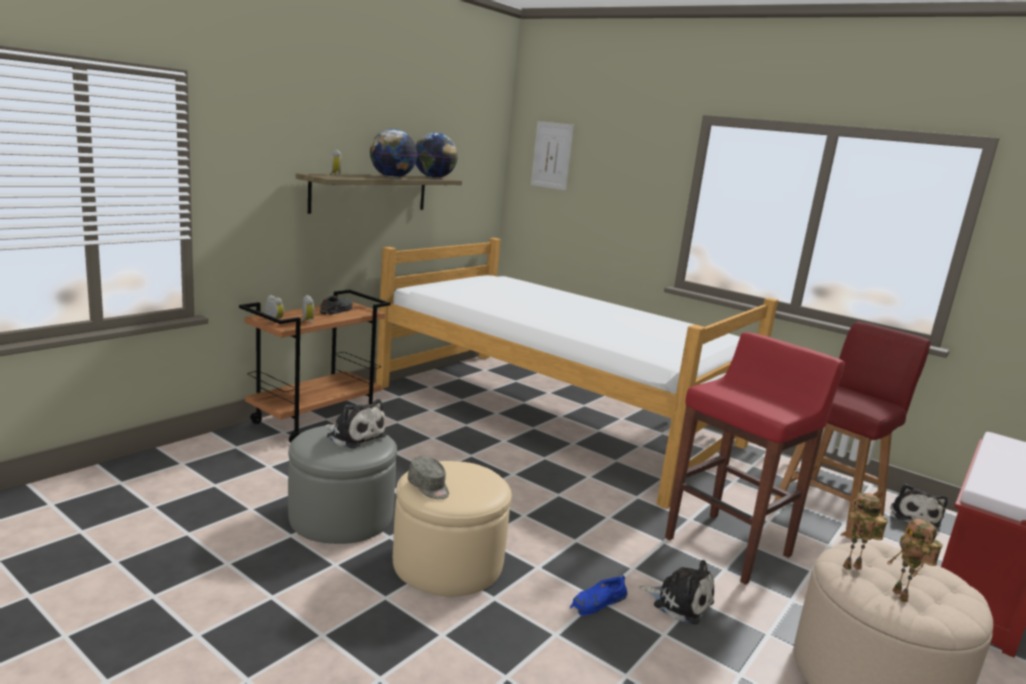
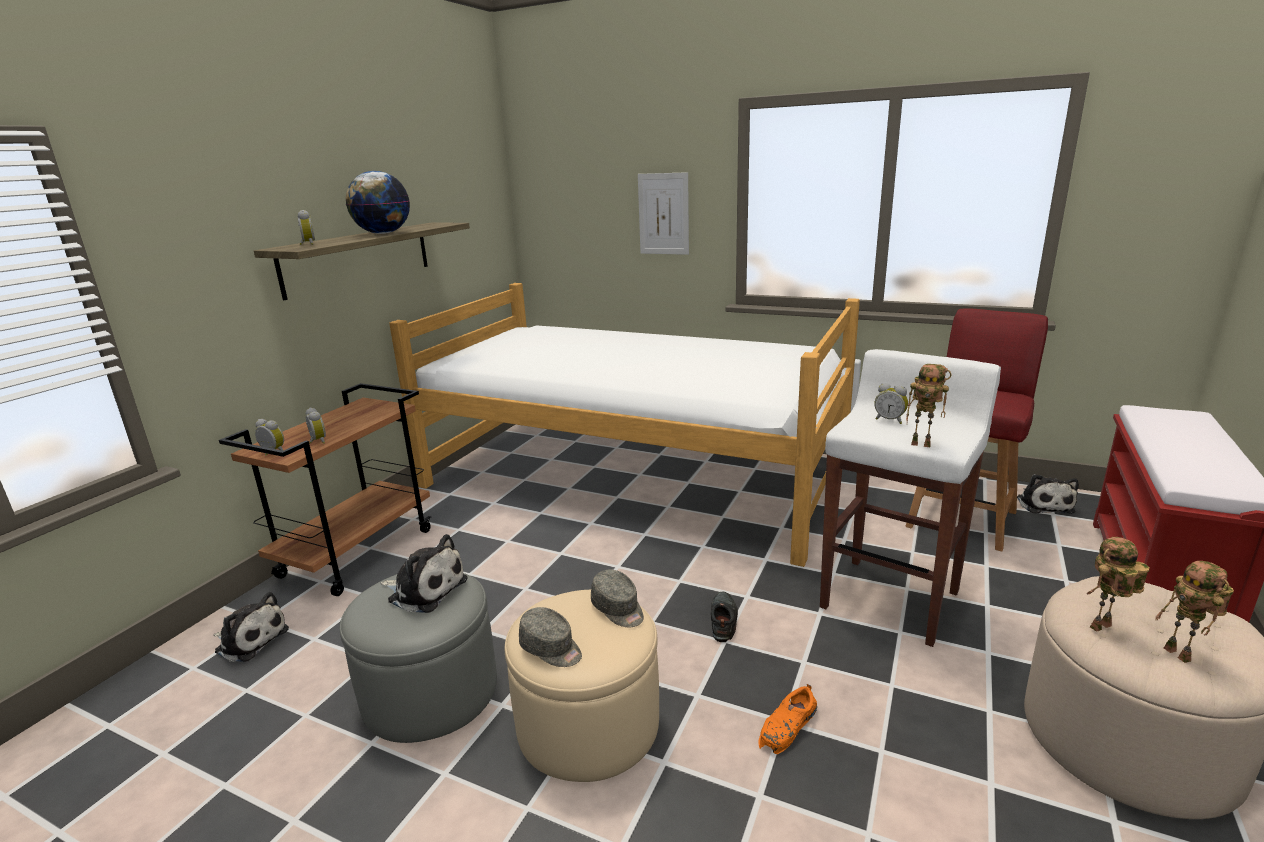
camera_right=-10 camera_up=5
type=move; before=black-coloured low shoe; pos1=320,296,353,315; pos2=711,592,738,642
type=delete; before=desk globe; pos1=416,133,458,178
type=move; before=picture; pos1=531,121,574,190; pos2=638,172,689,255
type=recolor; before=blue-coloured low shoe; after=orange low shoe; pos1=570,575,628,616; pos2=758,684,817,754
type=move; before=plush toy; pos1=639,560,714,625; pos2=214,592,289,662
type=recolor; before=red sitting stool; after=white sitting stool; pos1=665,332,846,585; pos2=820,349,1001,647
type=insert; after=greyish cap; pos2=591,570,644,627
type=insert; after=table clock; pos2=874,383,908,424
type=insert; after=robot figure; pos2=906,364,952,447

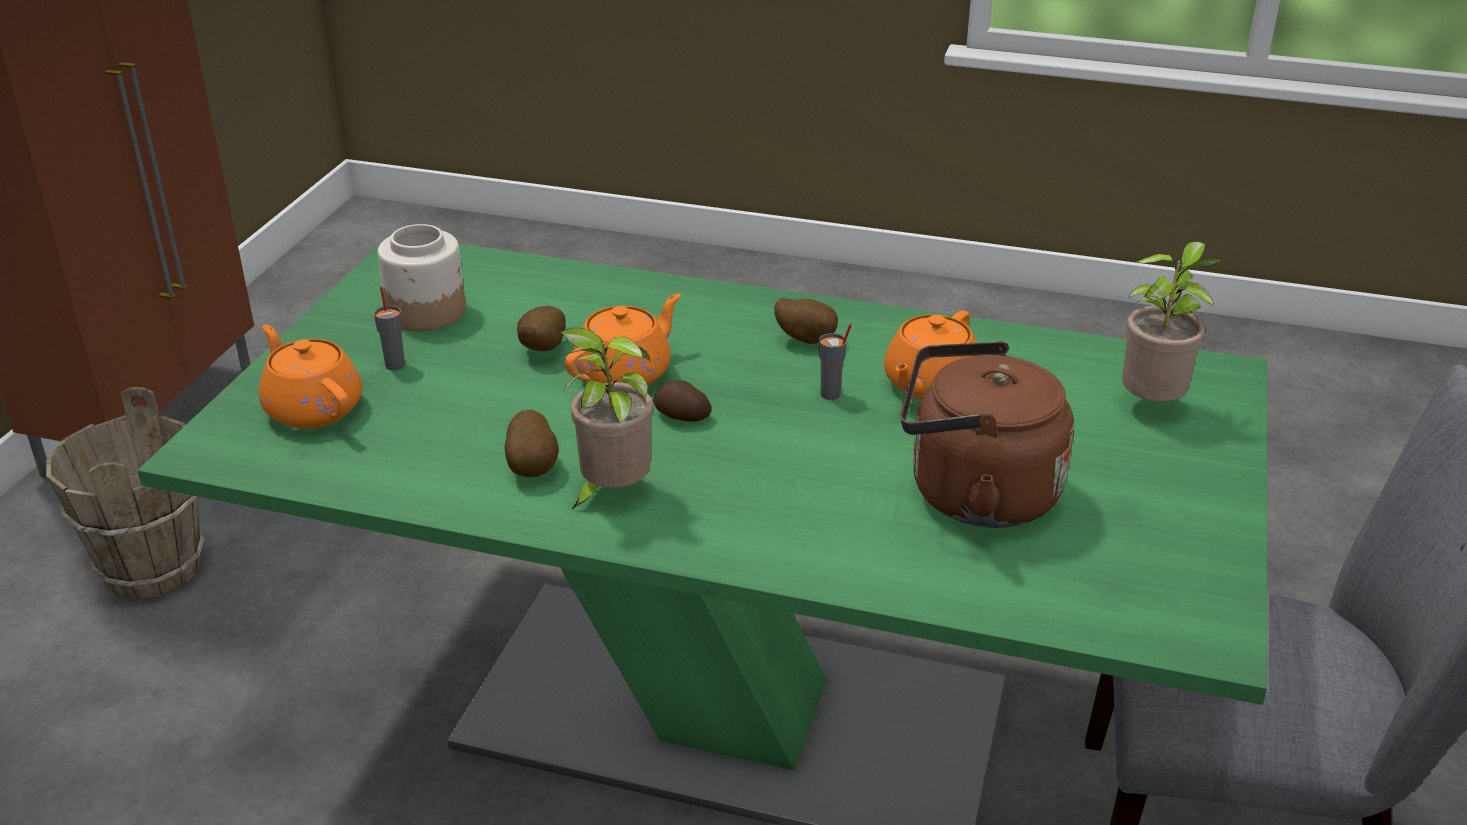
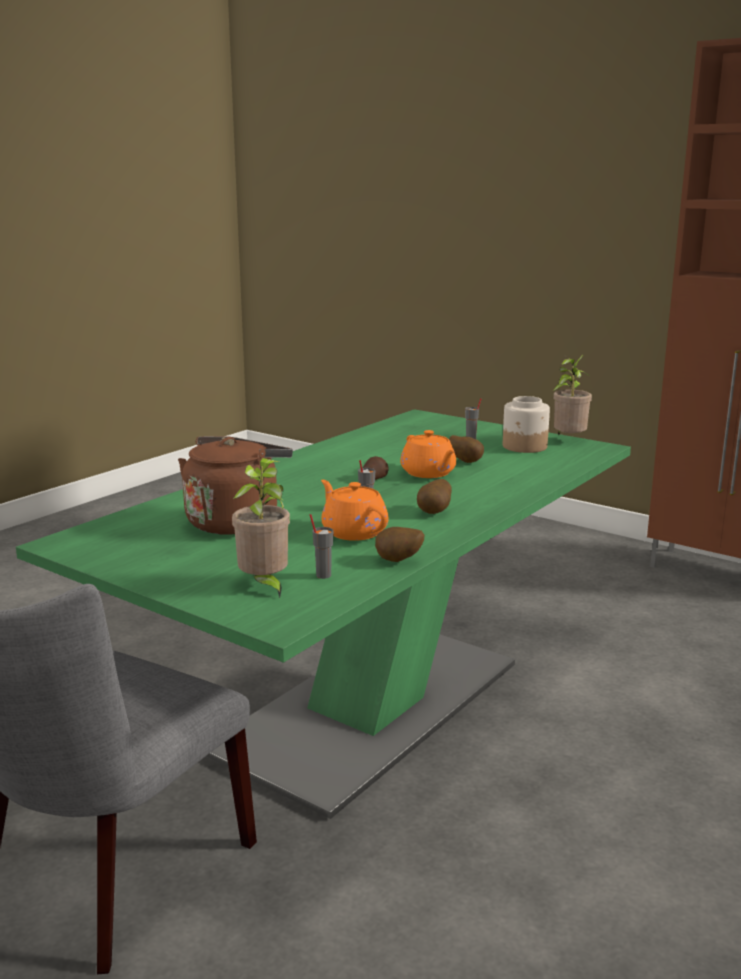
camera_right=110 camera_up=-15
type=delete; before=brown-coloured pail; pos1=46,387,205,599
type=delete; before=orange teapot; pos1=259,325,362,429
type=move; before=potato; pos1=505,410,559,477; pos2=375,527,424,562
type=move; before=potted plant; pos1=555,328,653,510; pos2=553,355,592,435
type=insert; after=greyish cup; pos2=310,514,334,579

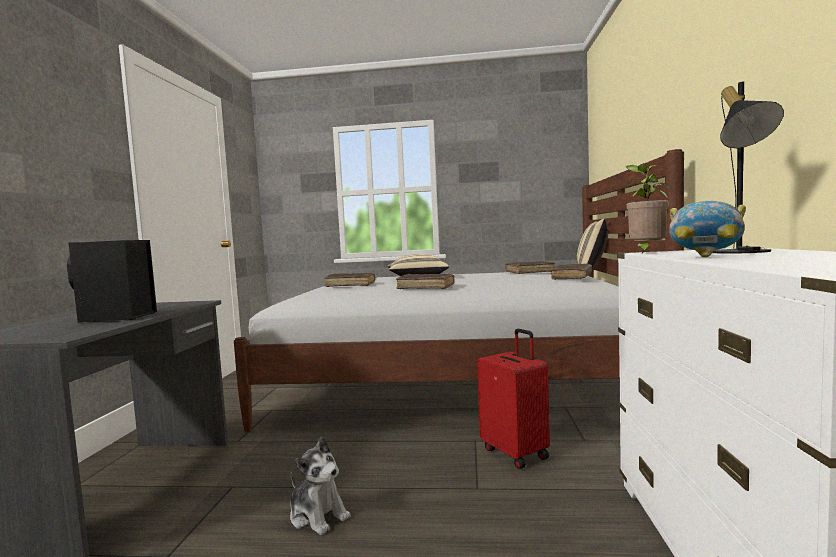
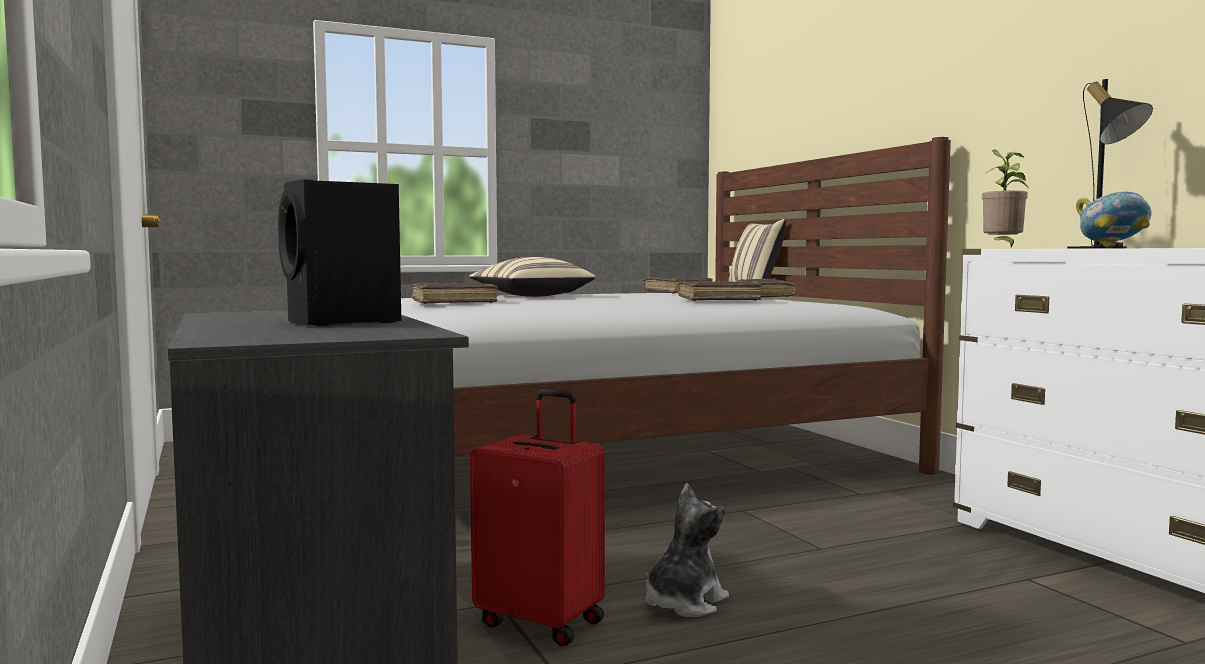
camera_right=-30 camera_up=0
type=rotate; before=plush toy; pos1=290,436,351,535; pos2=646,483,729,617; turn=-60
type=move; before=brown-coloured book; pos1=396,274,454,289; pos2=678,281,762,301
type=move; before=red piece of luggage; pos1=477,329,550,469; pos2=470,389,605,646

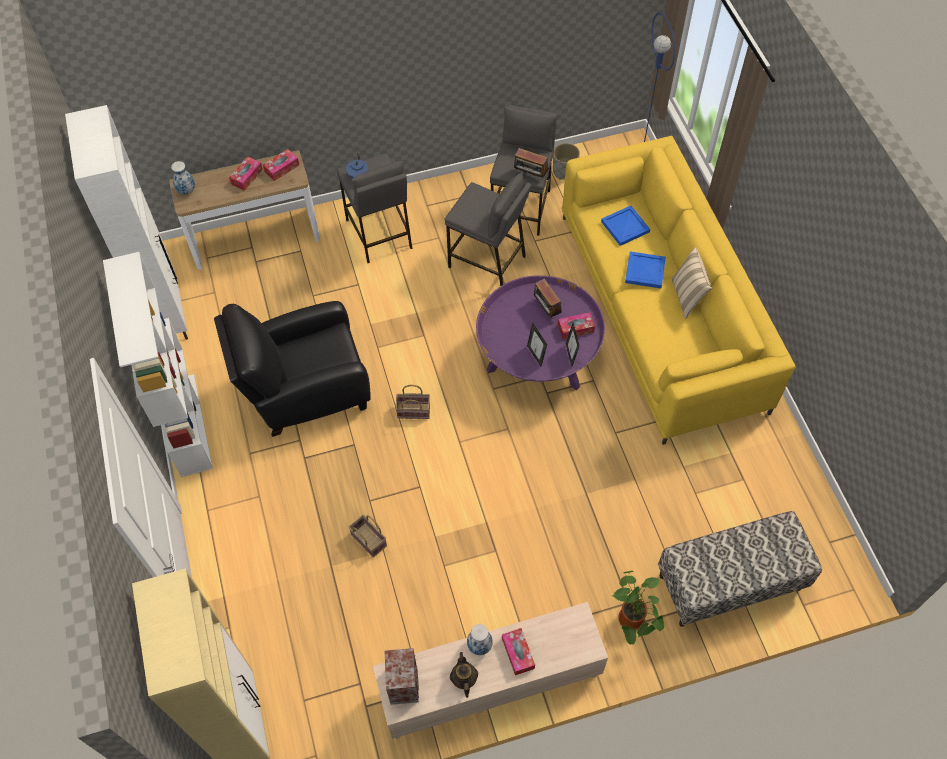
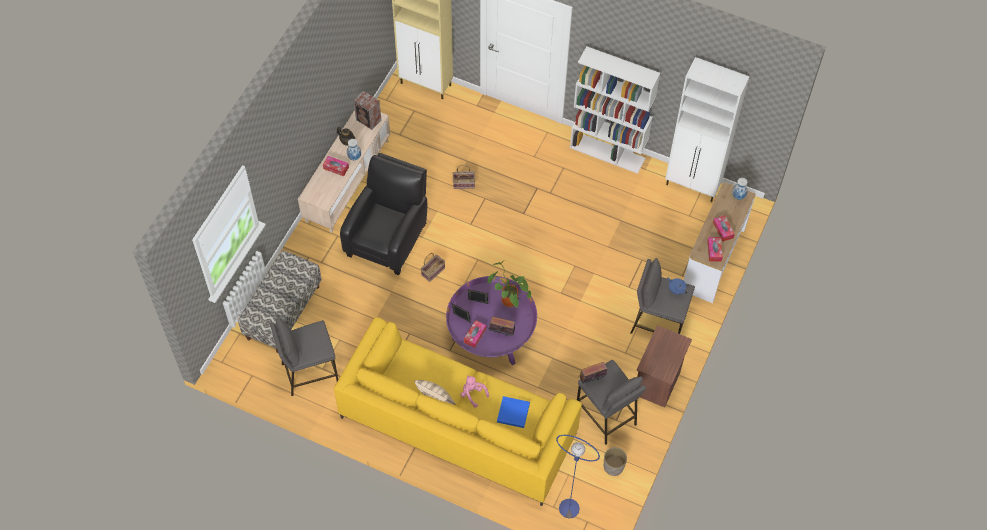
camera_right=130 camera_up=0
type=move; before=black-coloured lounge chair; pos1=214,301,371,437; pos2=340,153,427,275
type=move; before=basket; pos1=396,385,430,419; pos2=421,253,445,282
type=move; before=greyish sitting stool; pos1=444,173,531,286; pos2=270,317,338,396
type=move; before=potted plant; pos1=612,571,664,645; pos2=487,261,531,307
type=replace; before=blue-coloured tray; after=pink-coloured plush toy; pos1=625,251,666,288; pos2=461,375,489,408
type=insert; after=brown-coloured nightstand; pos2=636,325,692,408

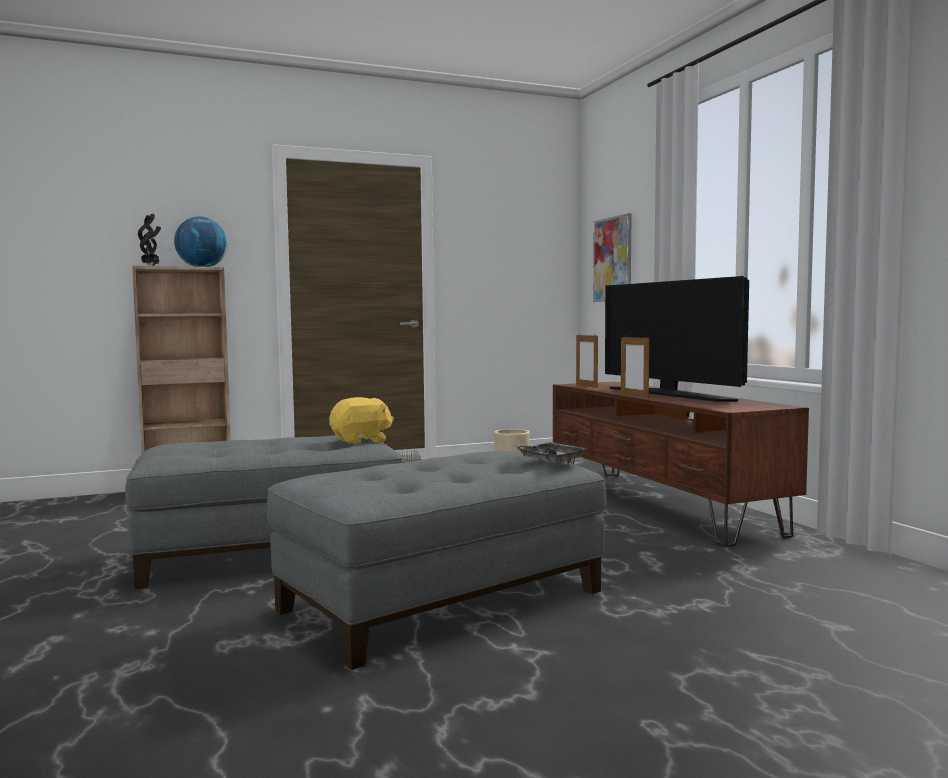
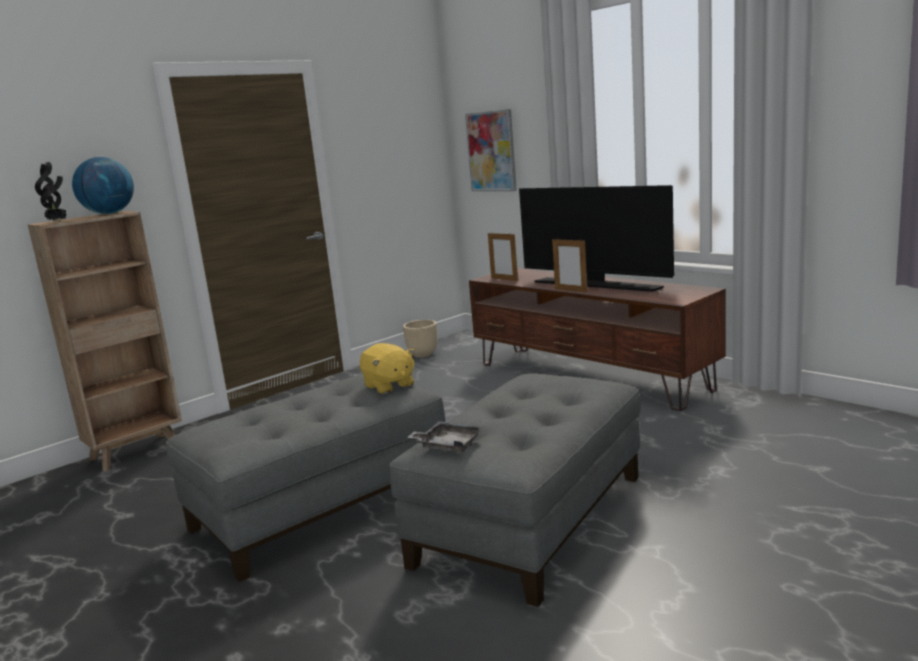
camera_right=-20 camera_up=10
type=rotate; before=yellow-coloured plush toy; pos1=329,397,394,445; pos2=360,343,415,394; turn=105
type=move; before=greyish tray; pos1=514,442,586,463; pos2=407,421,483,453

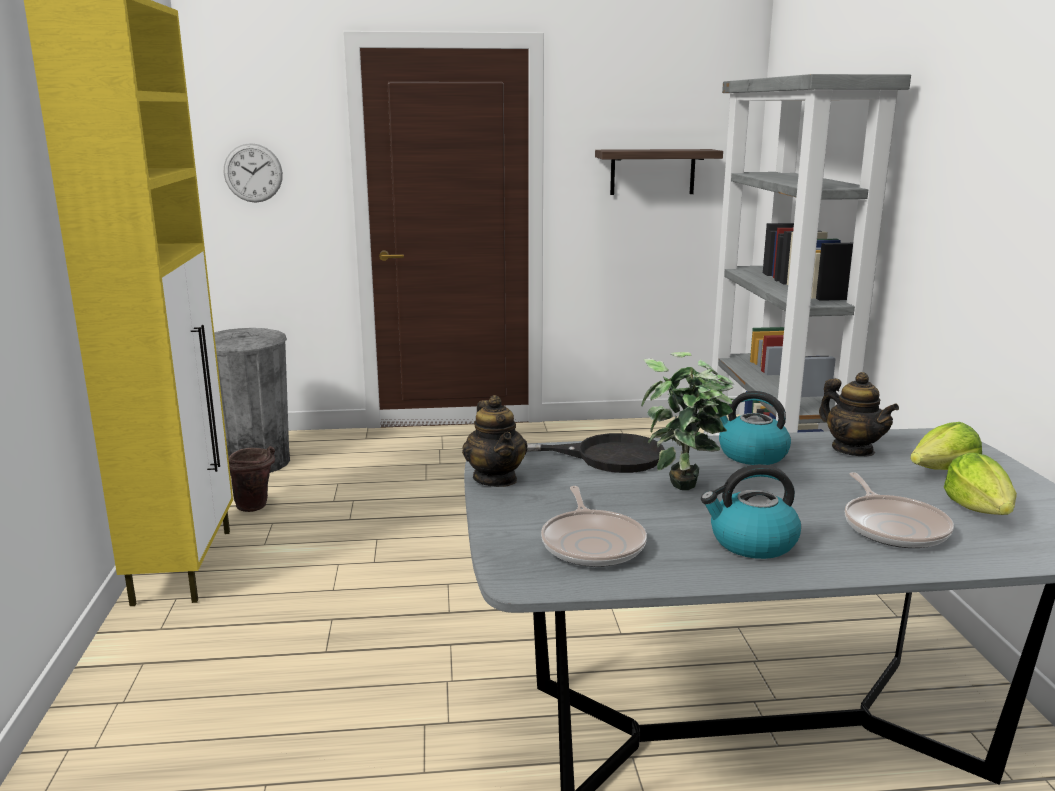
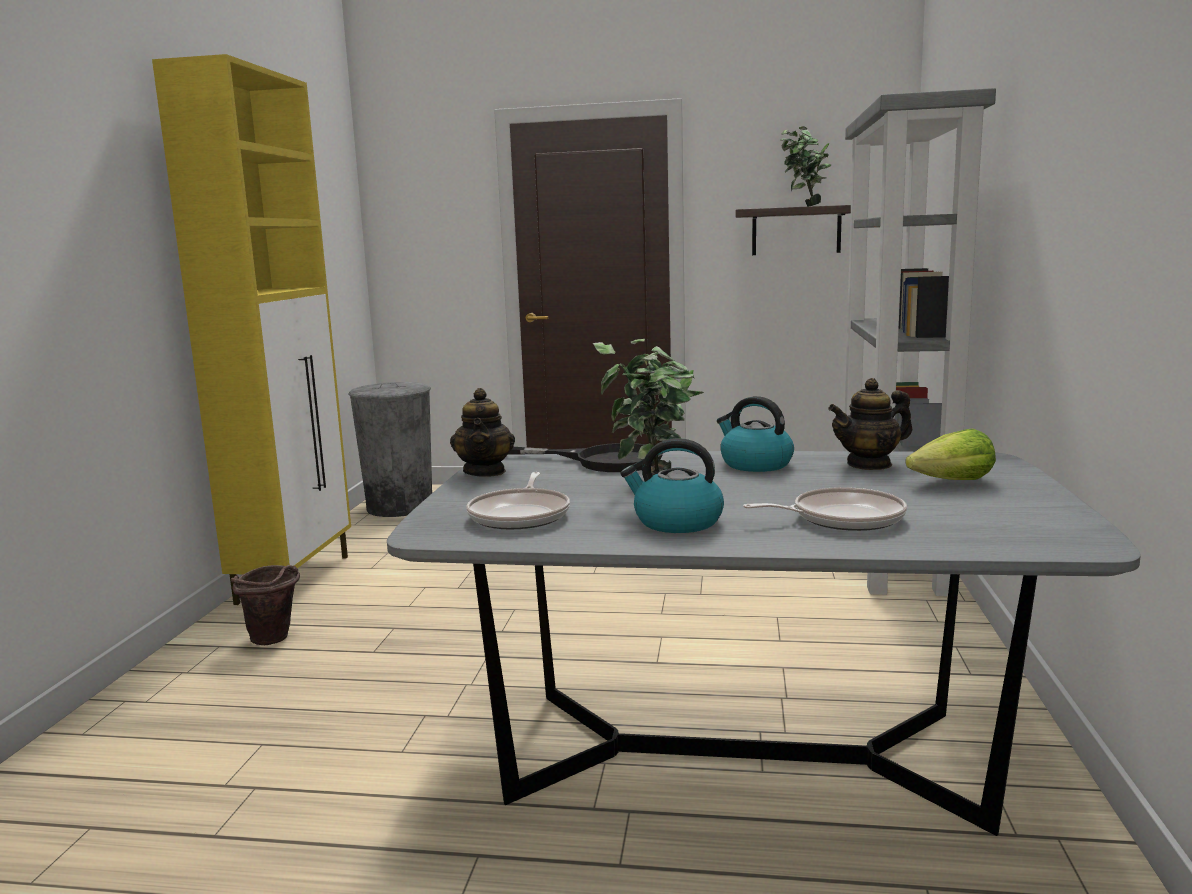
camera_right=15 camera_up=-5
type=delete; before=wall clock; pos1=224,143,283,203
type=move; before=brown-coloured pail; pos1=228,446,275,512; pos2=231,565,300,645
type=rotate; before=teapot; pos1=819,372,899,456; pos2=828,378,912,470; turn=90
type=rotate; before=skillet; pos1=845,472,954,548; pos2=743,487,907,531; turn=-105
type=delete; before=lettuce head; pos1=944,453,1017,515
type=insert; after=potted plant; pos2=781,126,831,207

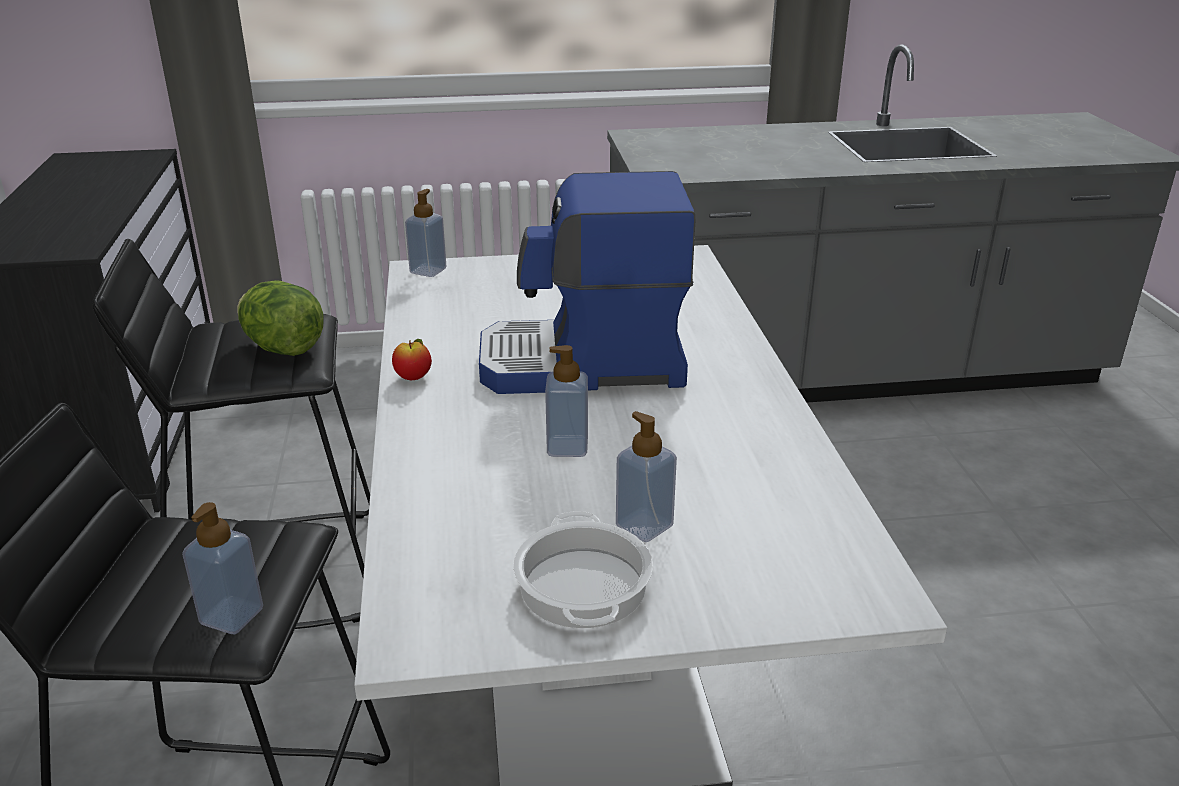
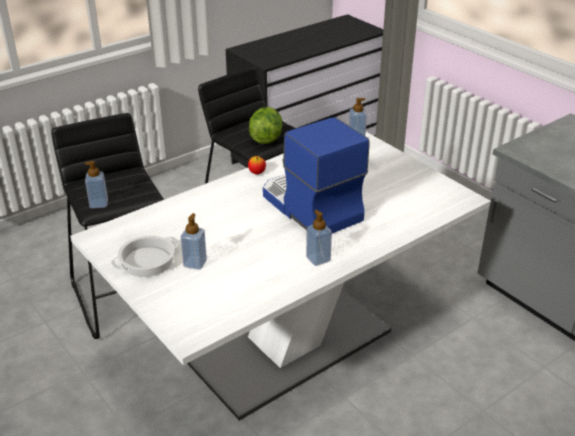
camera_right=60 camera_up=5
type=move; before=soap dispenser; pos1=545,345,588,457; pos2=306,210,332,266

